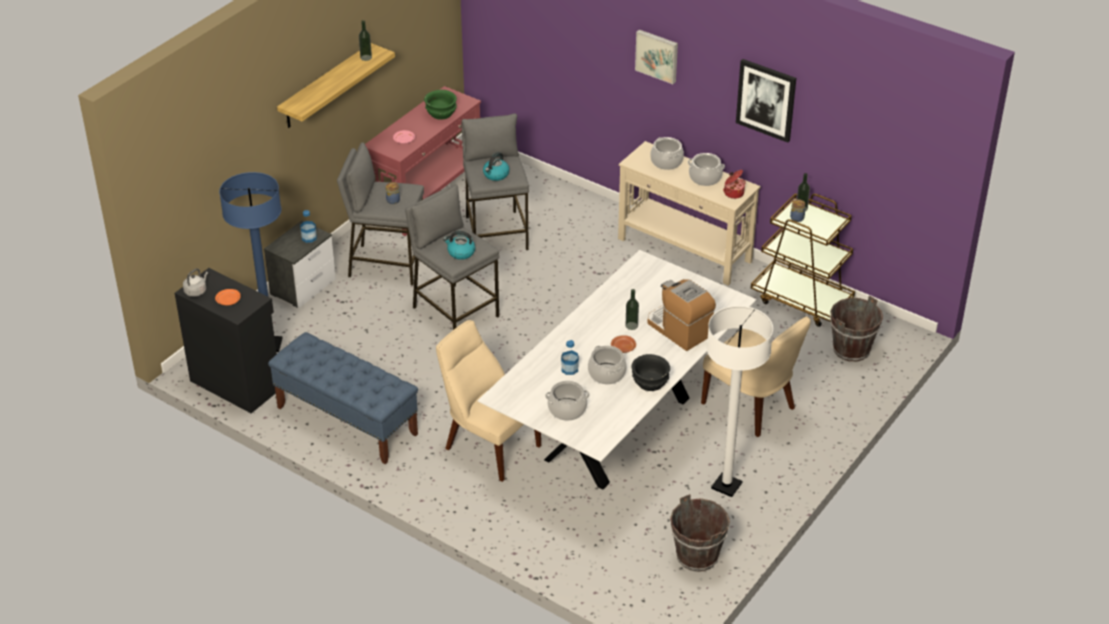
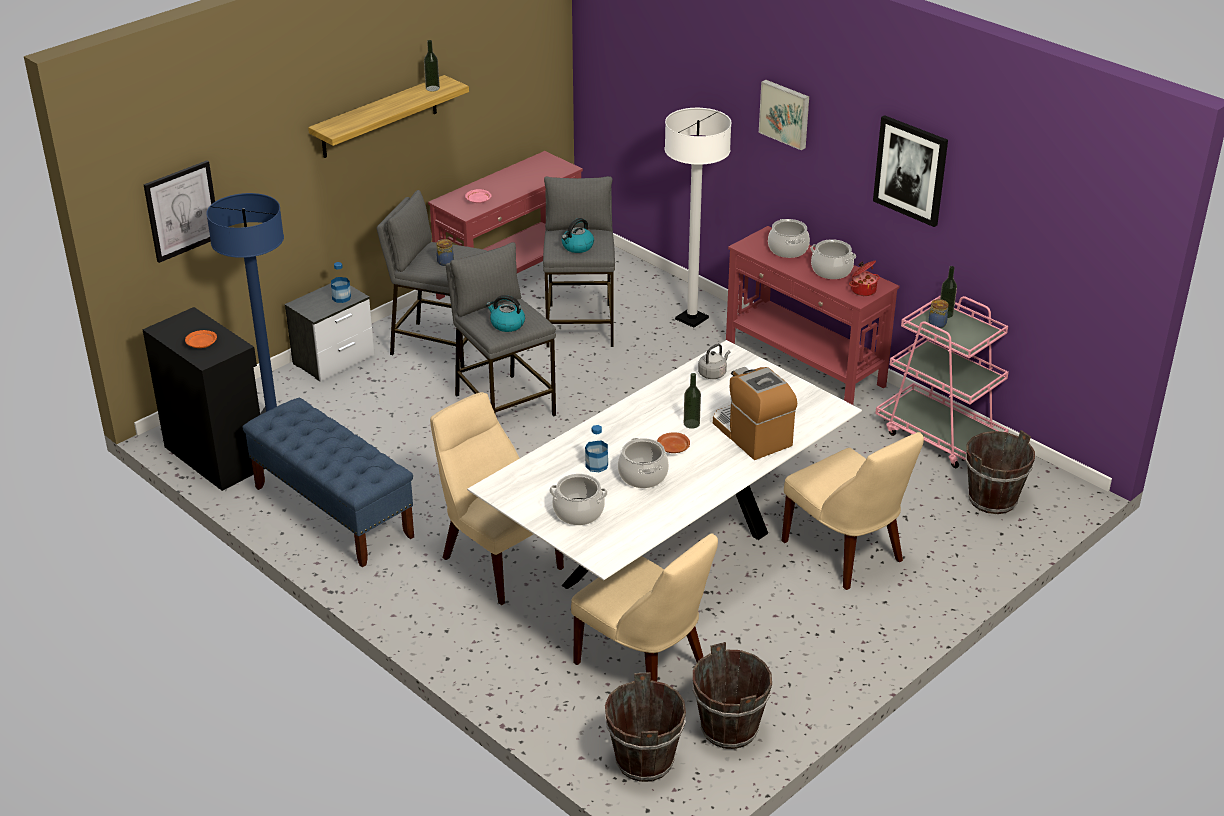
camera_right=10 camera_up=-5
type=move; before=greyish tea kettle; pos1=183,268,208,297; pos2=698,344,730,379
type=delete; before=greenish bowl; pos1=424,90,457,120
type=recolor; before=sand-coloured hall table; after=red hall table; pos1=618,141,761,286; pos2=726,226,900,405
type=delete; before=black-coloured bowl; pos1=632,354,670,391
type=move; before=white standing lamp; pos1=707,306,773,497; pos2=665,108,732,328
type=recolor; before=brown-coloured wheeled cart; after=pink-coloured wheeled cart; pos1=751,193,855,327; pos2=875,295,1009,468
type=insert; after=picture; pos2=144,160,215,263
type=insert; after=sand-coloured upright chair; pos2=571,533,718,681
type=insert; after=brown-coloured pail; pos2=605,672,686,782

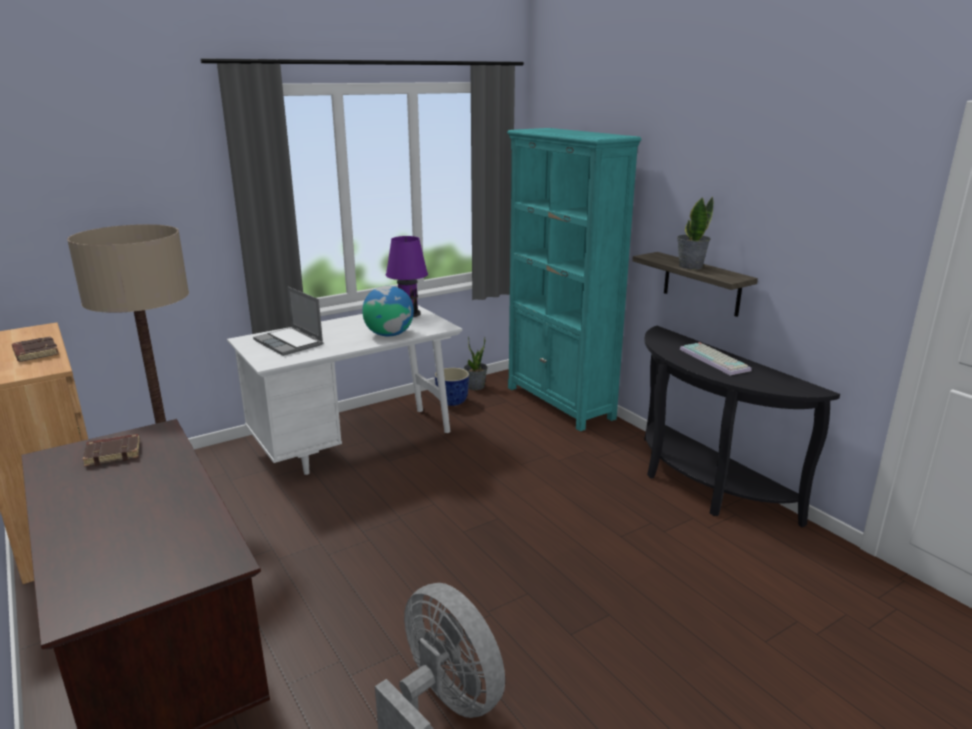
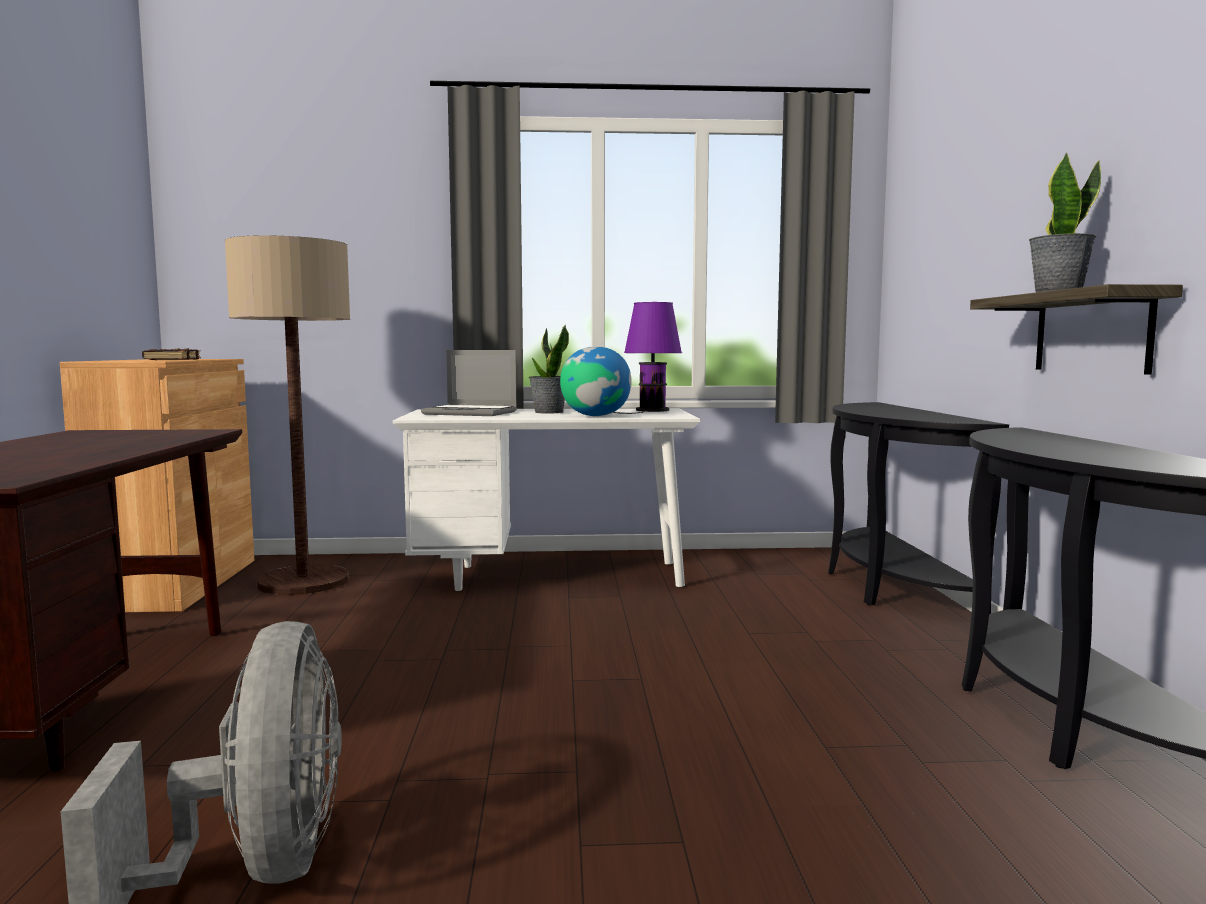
camera_right=30 camera_up=-15
type=delete; before=brown-coloured book; pos1=83,434,140,467
type=rotate; before=laptop; pos1=253,287,323,356; pos2=421,350,517,416; turn=-60
type=delete; before=plant pot; pos1=435,368,469,406
type=move; before=potted plant; pos1=464,337,488,390; pos2=529,325,569,413
type=replace; before=turquoise-coloured bookcase; after=black-coloured hall table; pos1=507,128,641,431; pos2=828,402,1009,614
type=delete; before=PC keyboard; pos1=680,342,752,375

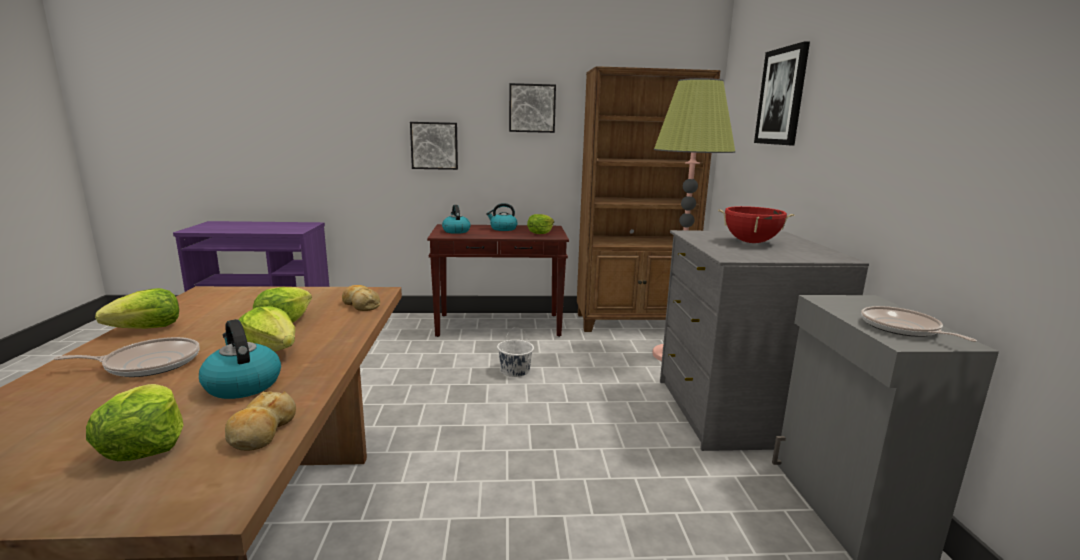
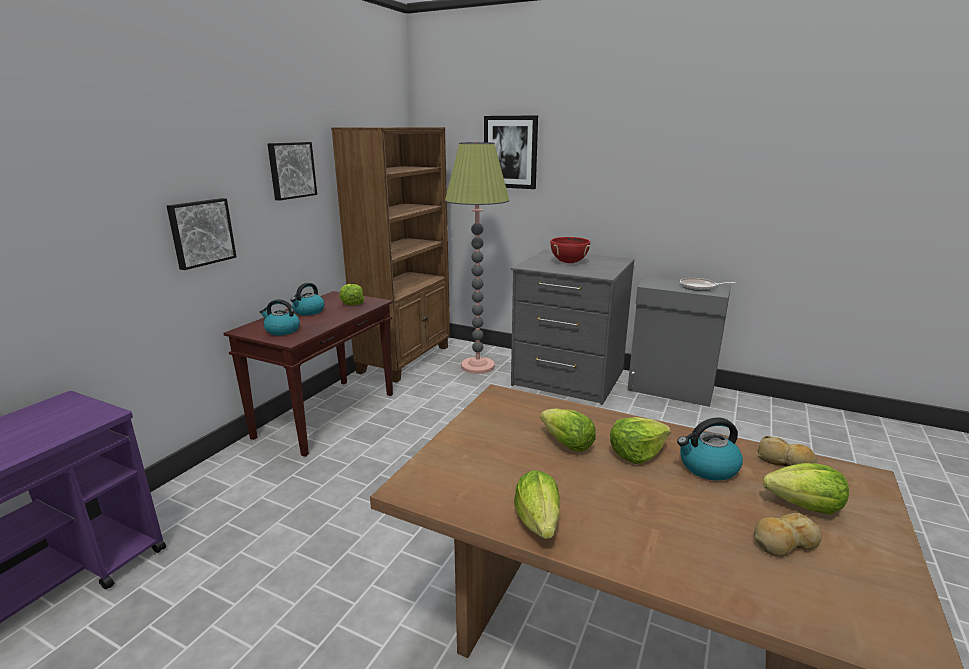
camera_right=-60 camera_up=5
type=delete; before=skillet; pos1=54,337,200,377
type=move; before=bakery bread; pos1=342,285,380,311; pos2=754,513,822,557
type=delete; before=white pail; pos1=497,327,534,377

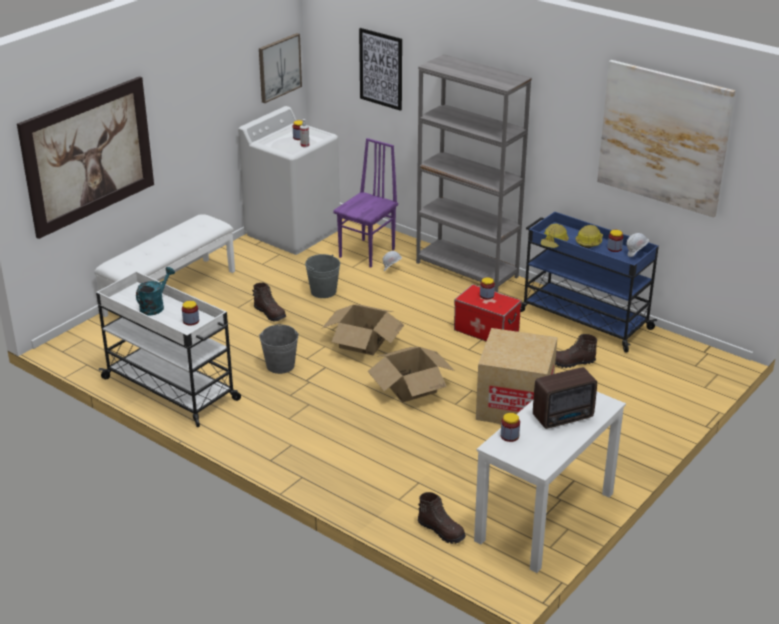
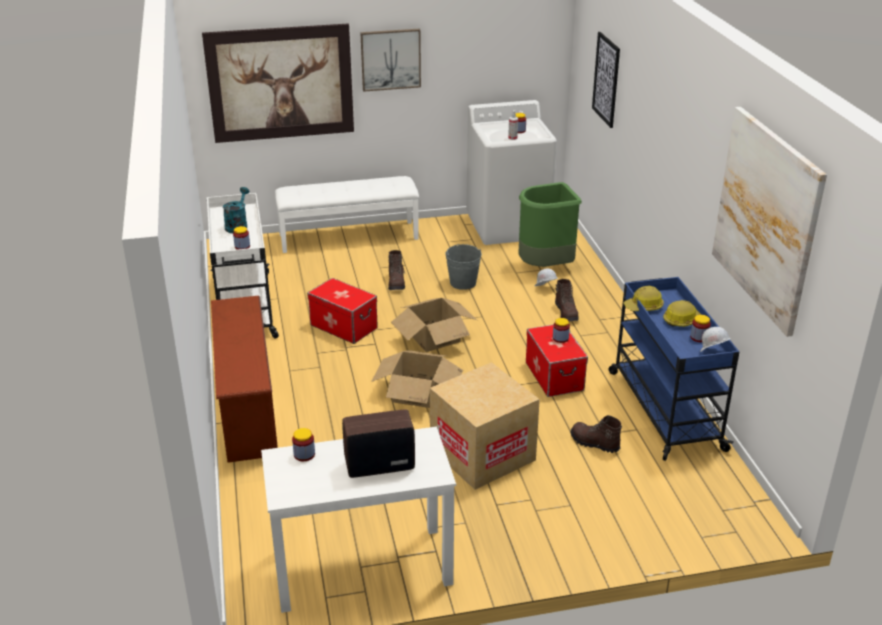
camera_right=40 camera_up=0
type=rotate; before=turquoise-coloured watering can; pos1=136,267,175,316; pos2=223,187,249,233; turn=-60
type=move; before=picture; pos1=259,33,302,103; pos2=360,29,421,92
type=replace; before=greyish pail; after=storage container; pos1=259,324,299,374; pos2=307,278,378,344
type=replace; before=purplish upright chair; after=greenish trash can; pos1=333,138,398,268; pos2=518,182,582,267
type=delete; before=greyish bookcase; pos1=416,54,532,292
type=move; before=brown-coloured high-top boot; pos1=418,492,466,544; pos2=555,279,579,321
type=rotate; before=radio set; pos1=533,367,597,429; pos2=342,409,415,478; turn=150
type=insert; after=brown-coloured shoe stand; pos2=211,296,278,463

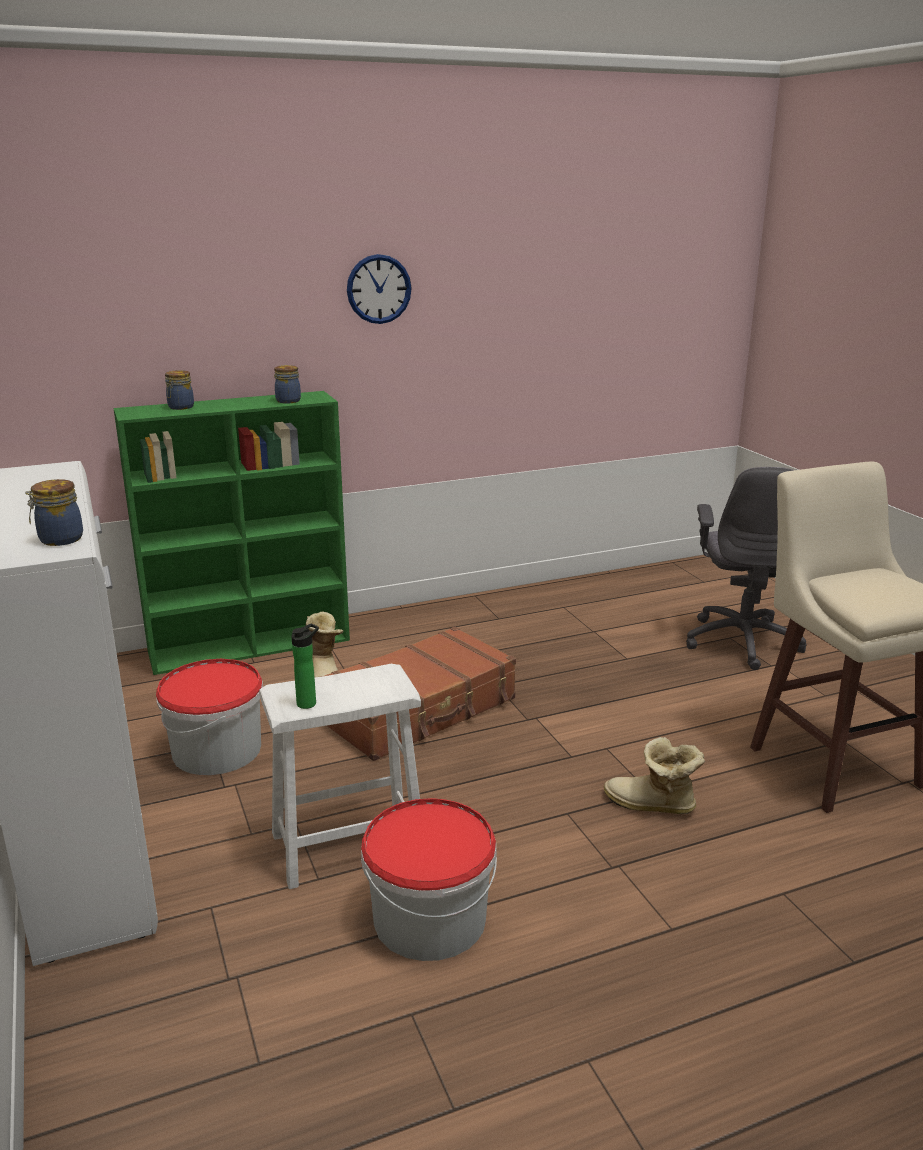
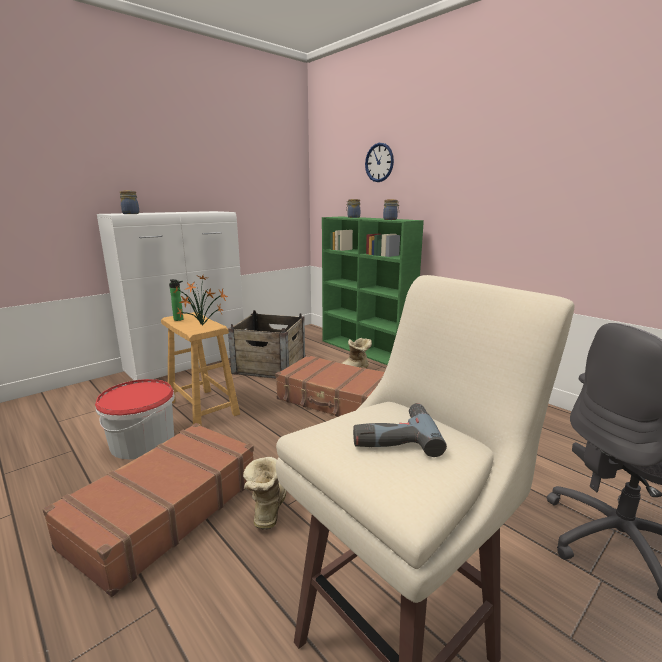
camera_right=70 camera_up=-5
type=replace; before=pail; after=packing crate; pos1=156,659,263,775; pos2=228,310,305,379
type=recolor; before=white sitting stool; after=brown-coloured sitting stool; pos1=259,664,421,889; pos2=161,312,240,426
type=move; before=wall clock; pos1=347,254,412,324; pos2=365,143,394,182
type=insert; after=brown-coloured piece of luggage; pos2=42,423,254,597
type=insert; after=potted plant; pos2=173,275,228,325
type=insert; after=power drill; pos2=353,403,447,457

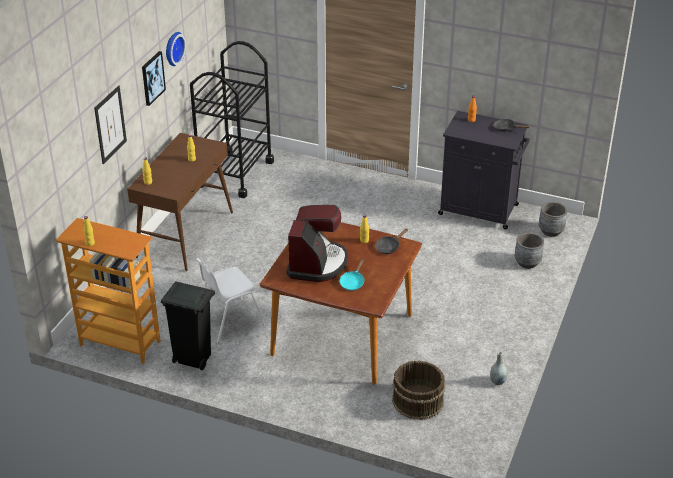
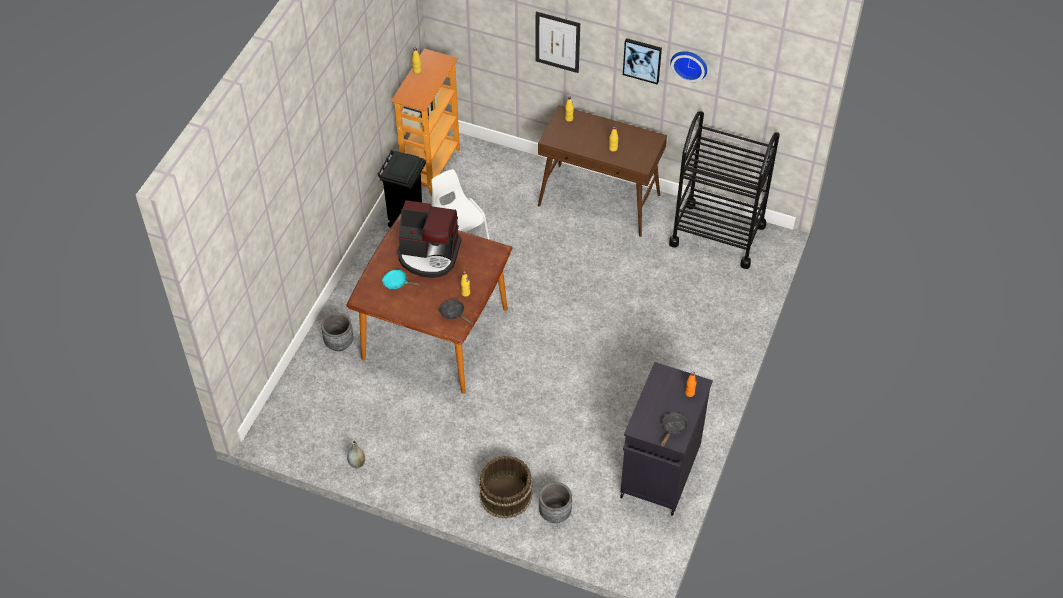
camera_right=90 camera_up=15
type=move; before=brown-coloured pail; pos1=392,361,445,420; pos2=479,455,533,519
type=move; before=greyish plant pot; pos1=539,202,567,237; pos2=321,313,354,351

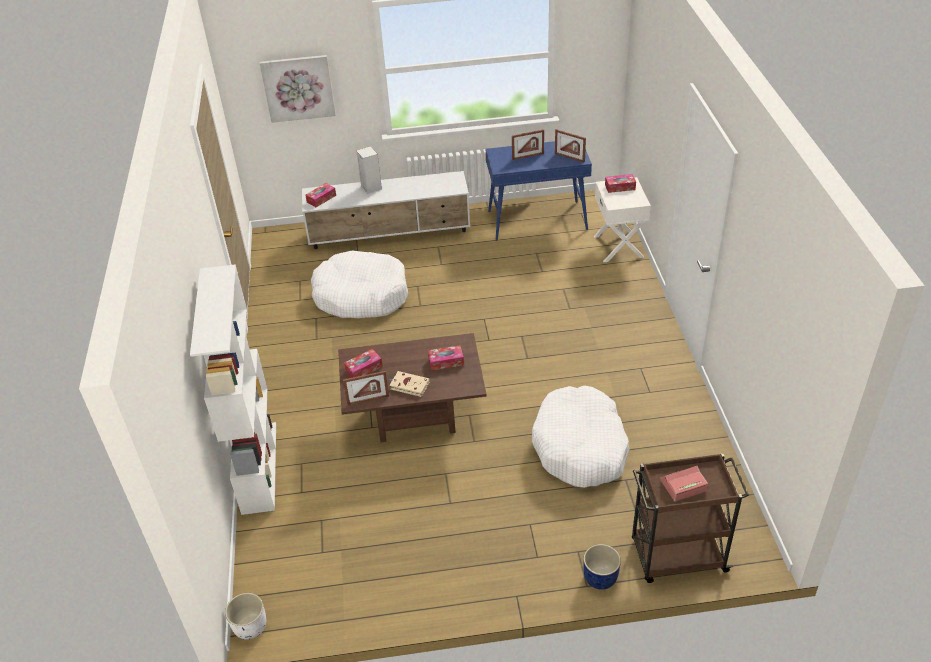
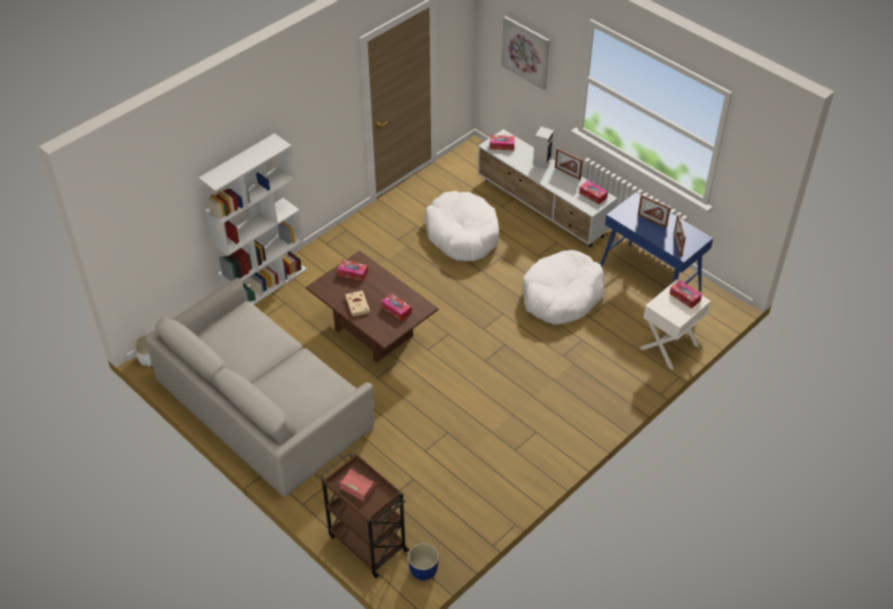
camera_right=50 camera_up=5
type=move; before=photo frame; pos1=343,371,389,405; pos2=555,148,583,180
type=move; before=white pet bed; pos1=532,386,630,487; pos2=523,250,604,325
type=move; before=blue-coloured plant pot; pos1=583,544,621,590; pos2=408,543,439,580
type=insert; after=greyish settee; pos2=145,278,374,497
type=insert; after=box of tissues; pos2=579,180,608,204

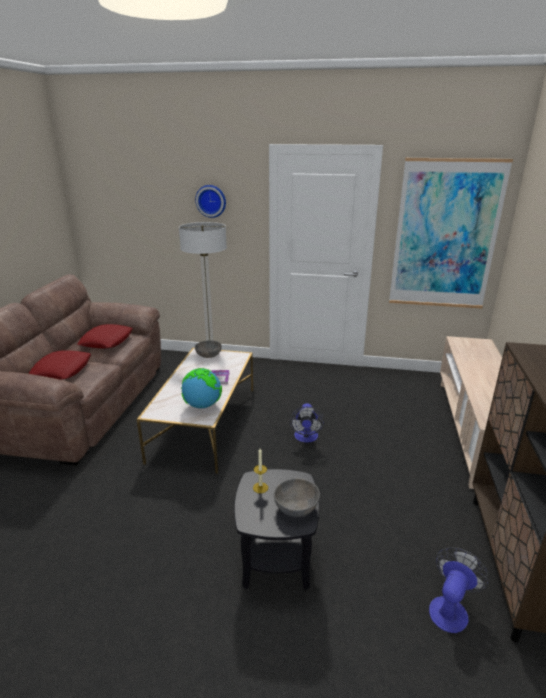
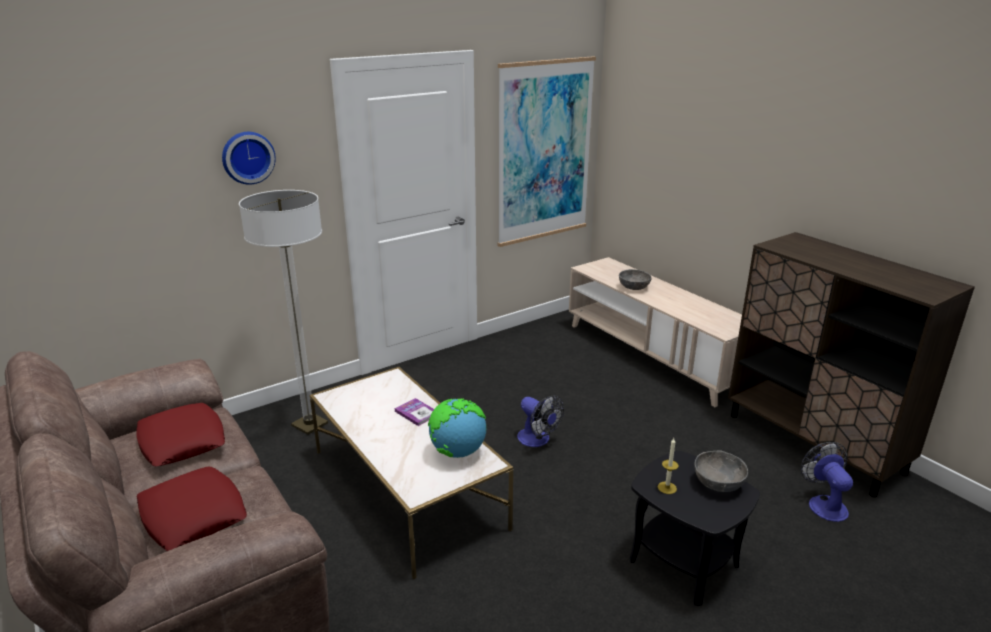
camera_right=-45 camera_up=0
type=move; before=greyish bowl; pos1=195,340,222,358; pos2=619,269,652,290

